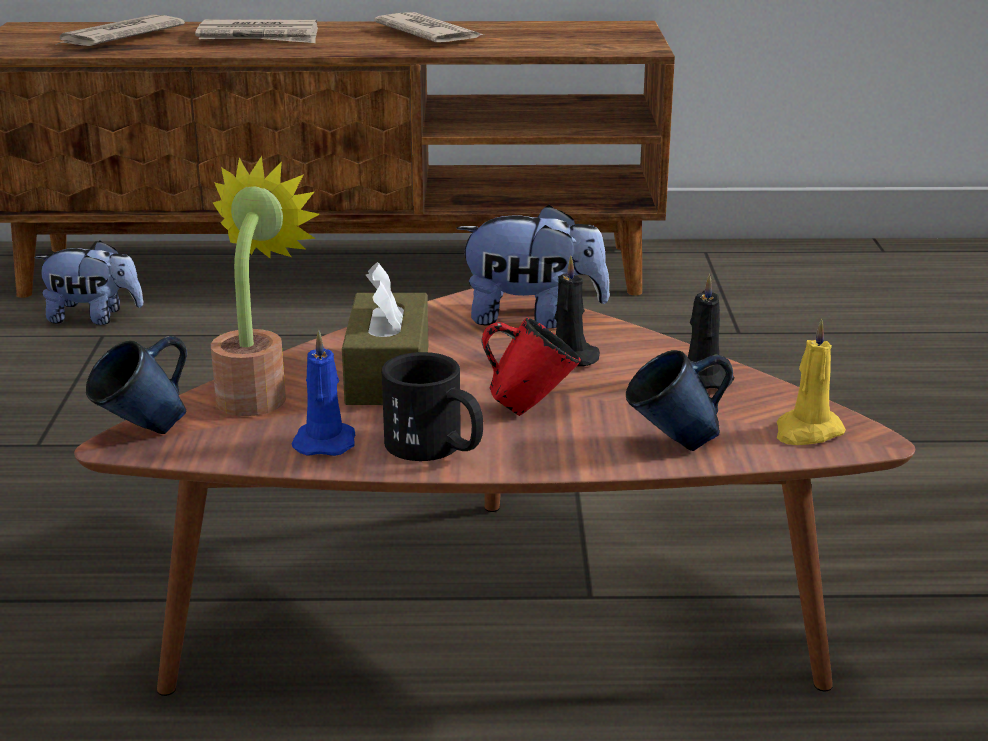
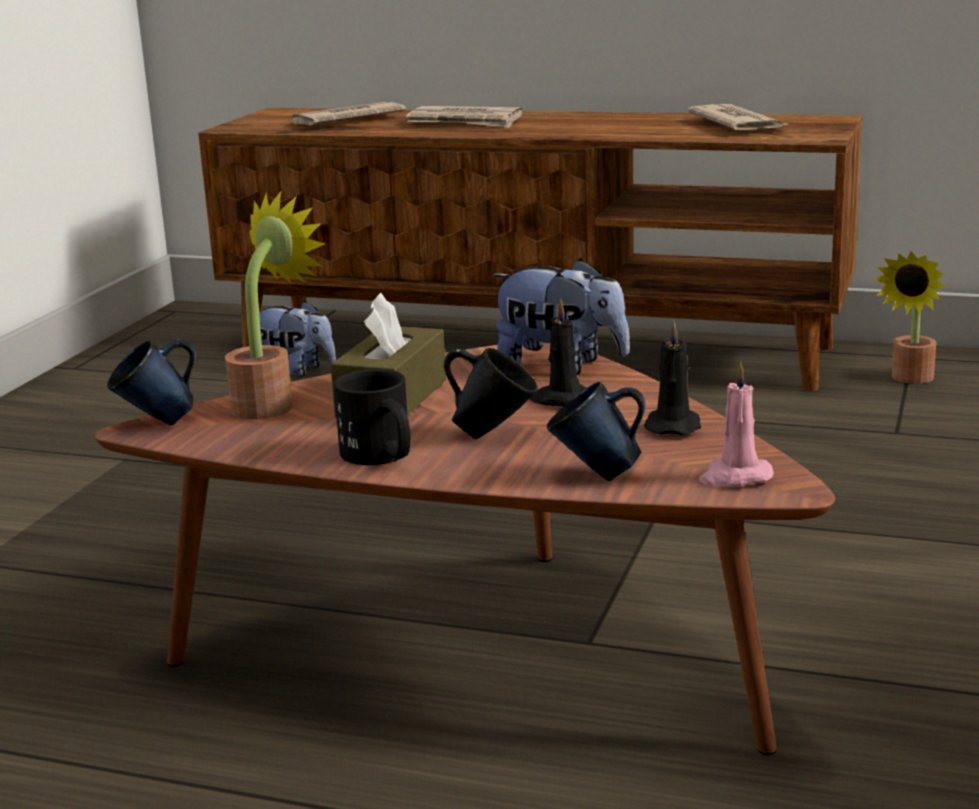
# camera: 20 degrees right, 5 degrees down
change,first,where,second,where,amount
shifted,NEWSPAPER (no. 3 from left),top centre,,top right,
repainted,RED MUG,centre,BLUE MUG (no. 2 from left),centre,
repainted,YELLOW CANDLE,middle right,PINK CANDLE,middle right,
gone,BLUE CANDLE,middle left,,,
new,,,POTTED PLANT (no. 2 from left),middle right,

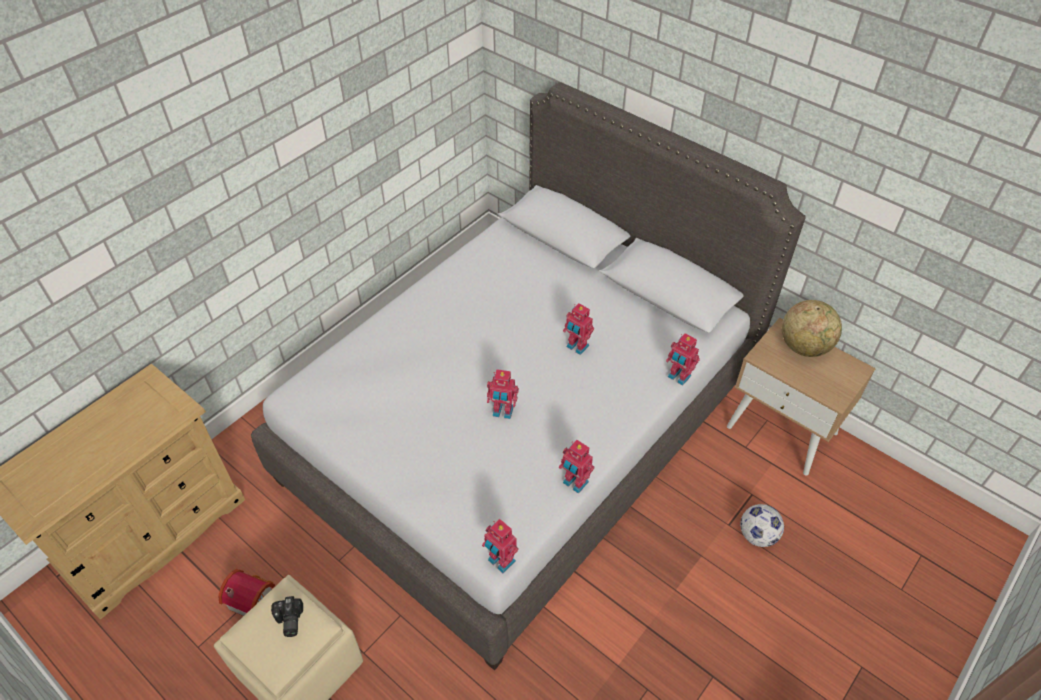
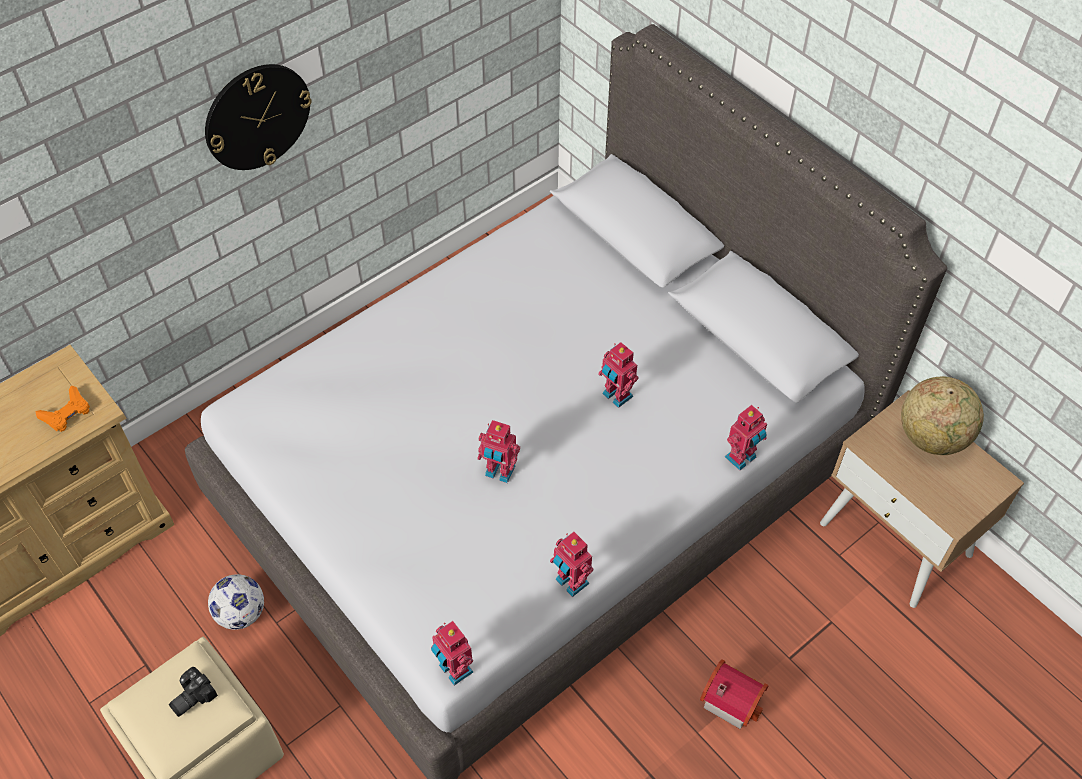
# camera: 10 degrees right, 5 degrees up
change,first,where,second,where,amount
rotated,TOY ROBOT (no. 5 from left),centre,,middle right,90 degrees counterclockwise
shifted,FOOTBALL,bottom right,,bottom left,
shifted,TOY HOUSE,bottom left,,bottom right,
rotated,PHOTO CAMERA,bottom left,,bottom left,45 degrees clockwise
new,,,WALL CLOCK,top left,
new,,,ORANGE GAME CONTROLLER,middle left,

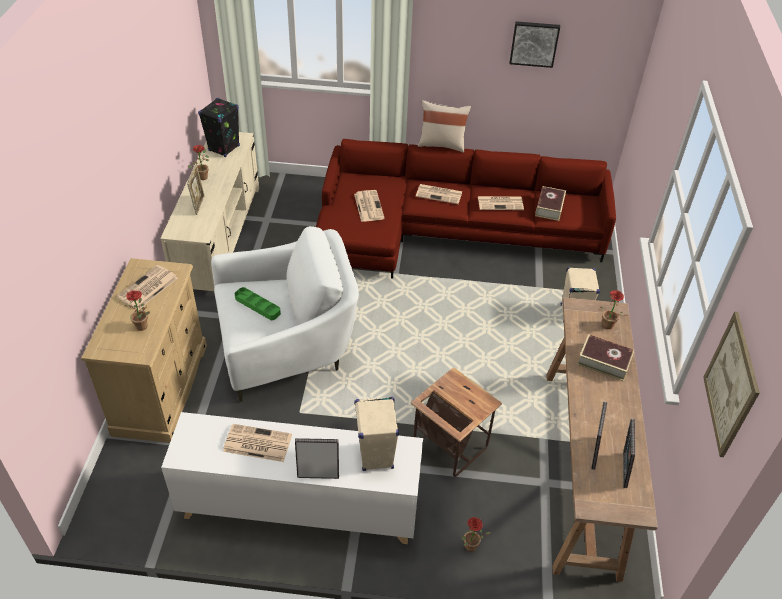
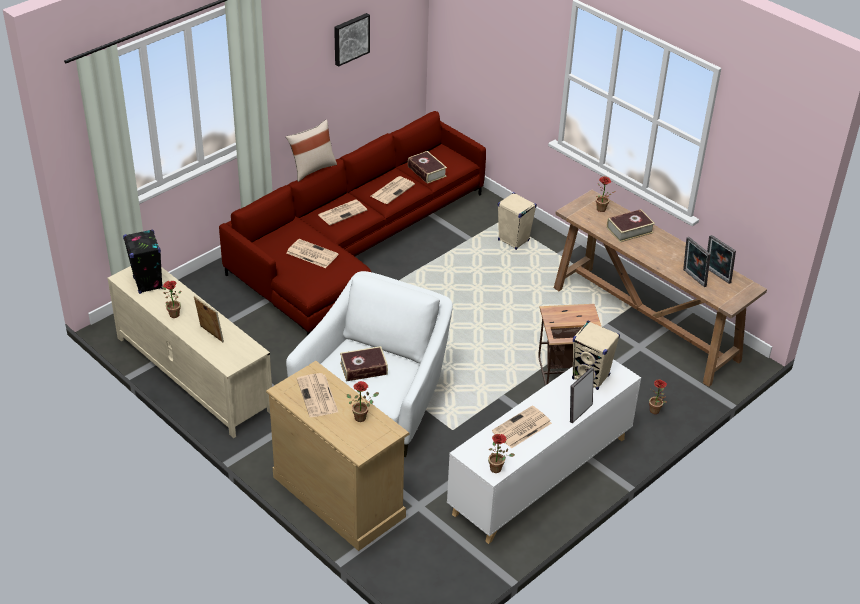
# camera: 50 degrees left, 5 degrees down
change,first,where,second,where,amount
swapped,GREEN TRAY,middle left,BOOK (no. 1 from left),centre,
gone,PICTURE (no. 2 from left),middle right,,,
new,,,POTTED PLANT (no. 3 from left),bottom centre,

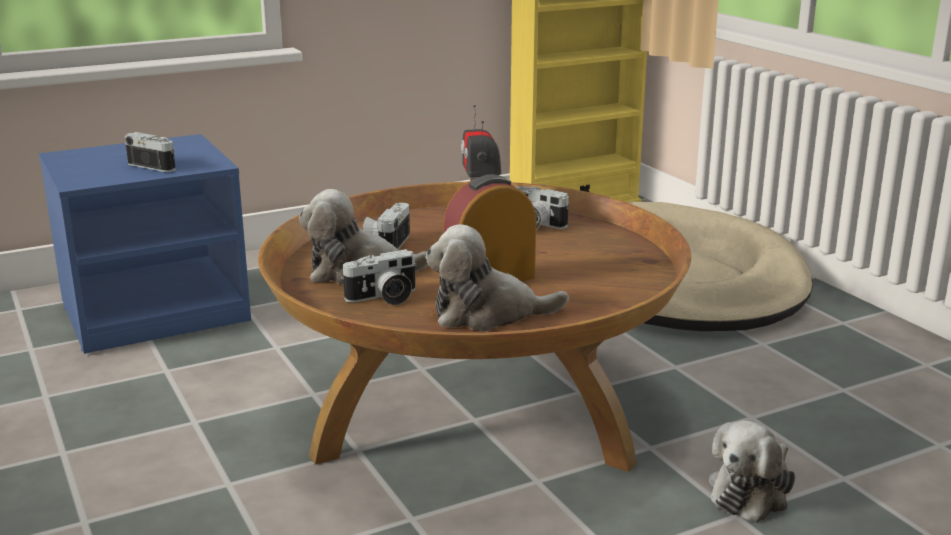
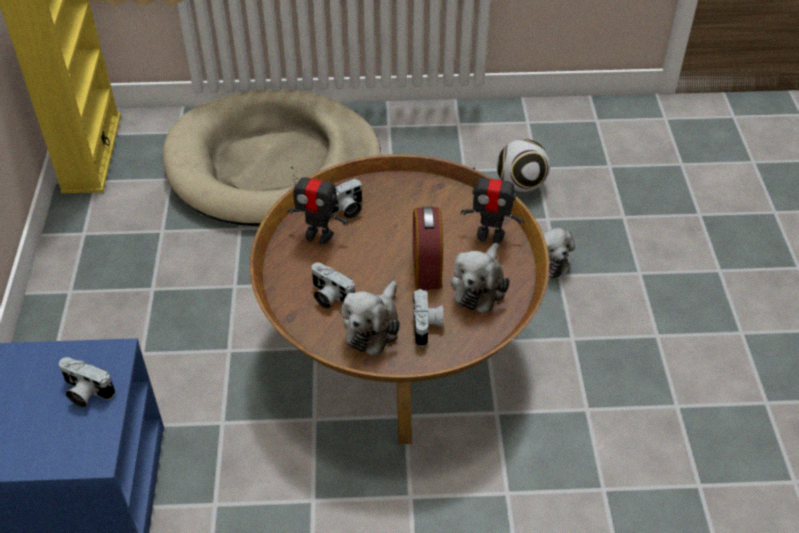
# camera: 65 degrees left, 25 degrees up
change,first,where,second,where,amount
rotated,PHOTO CAMERA (no. 1 from left),top left,,bottom left,120 degrees counterclockwise
new,,,FOOTBALL,top centre,
new,,,TOY ROBOT (no. 2 from left),centre,

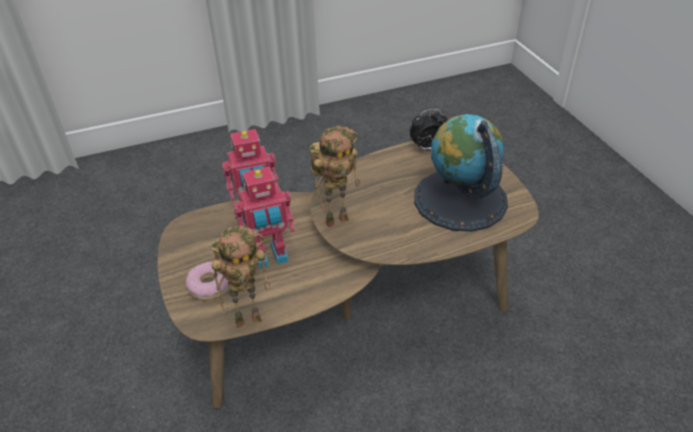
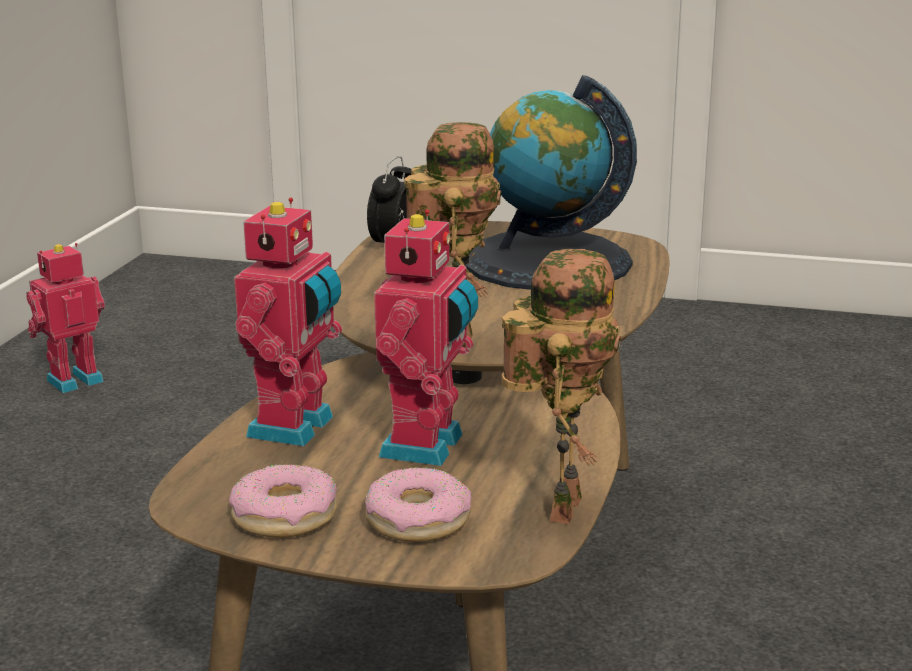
# camera: 55 degrees left, 20 degrees down
change,first,where,second,where,amount
new,,,TOY ROBOT (no. 1 from left),middle left,
new,,,DONUT (no. 1 from left),bottom left,

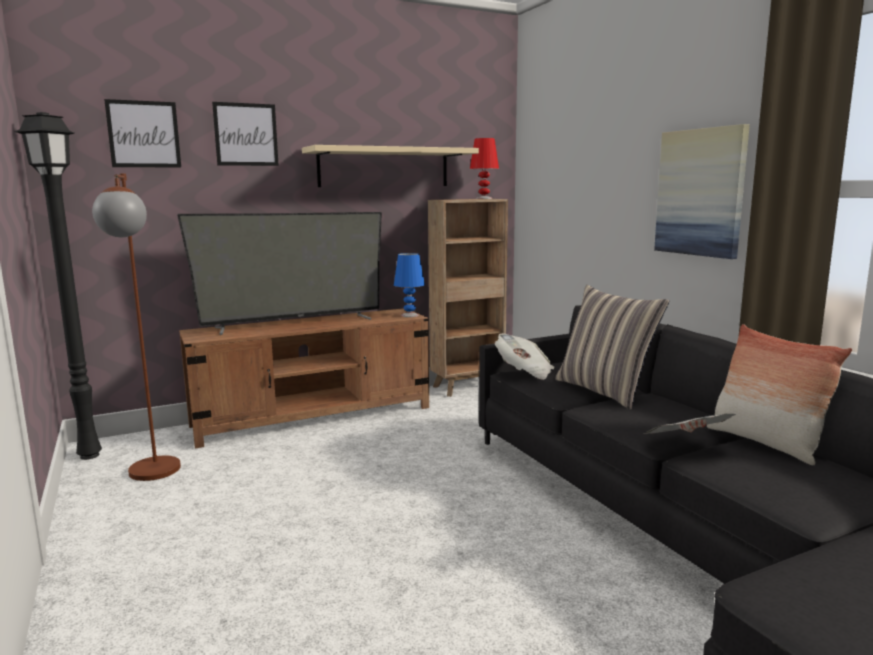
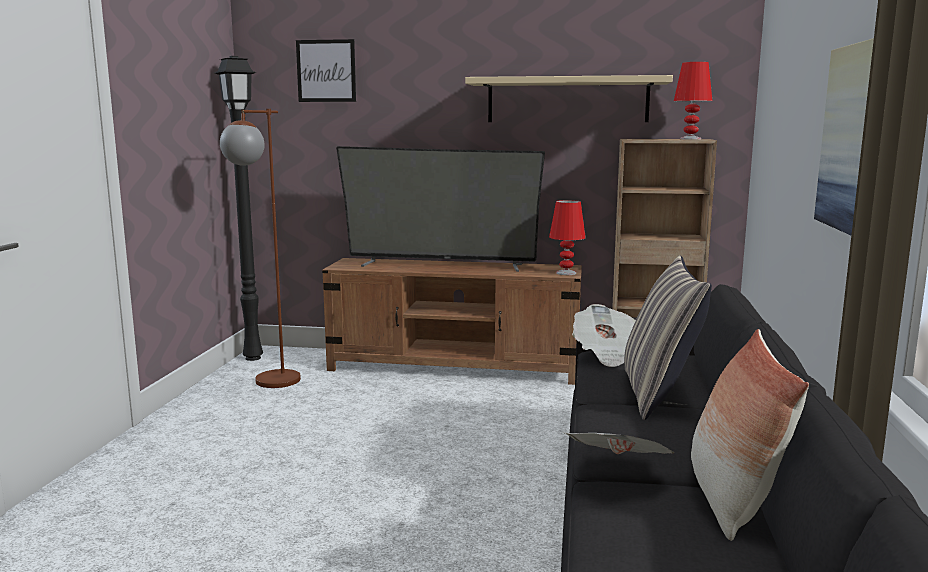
# camera: 35 degrees right, 0 degrees up
change,first,where,second,where,amount
gone,PICTURE (no. 2 from left),top left,,,
repainted,BLUE TABLE LAMP,centre,RED TABLE LAMP (no. 1 from left),centre,

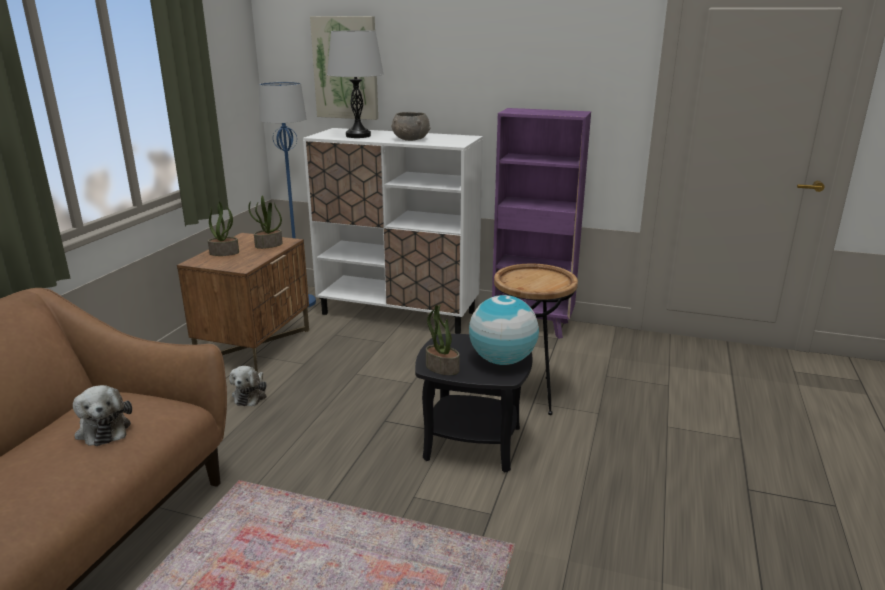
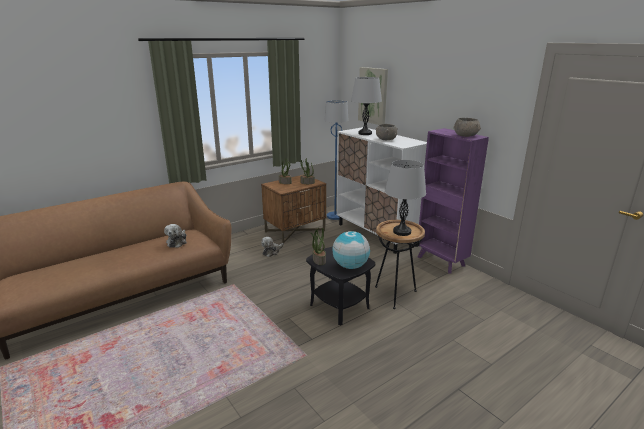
# camera: 35 degrees right, 0 degrees up
change,first,where,second,where,amount
new,,,GREY BOWL (no. 2 from left),top right,
new,,,GREY TABLE LAMP (no. 2 from left),centre,

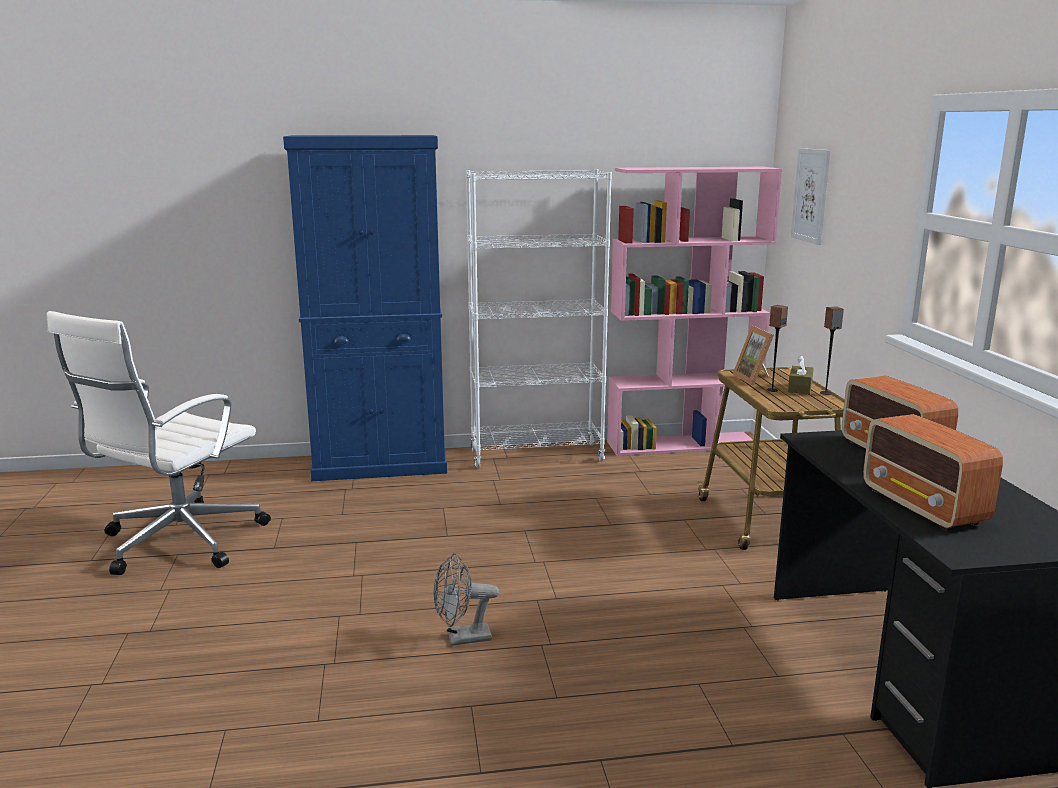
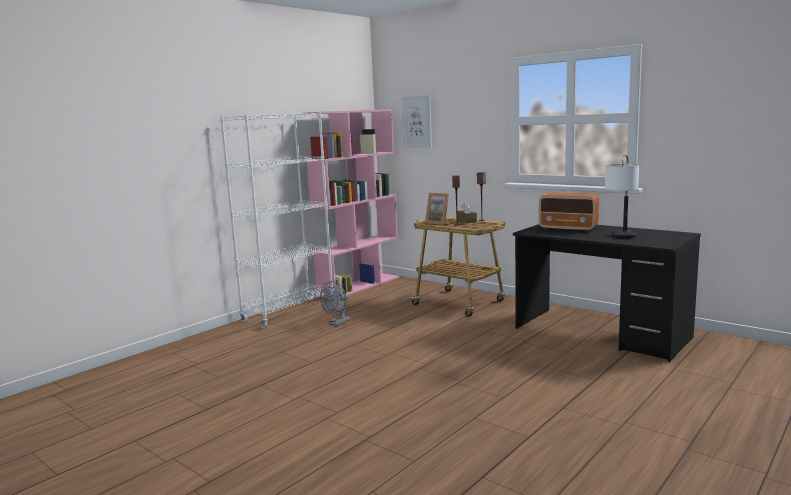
# camera: 40 degrees left, 5 degrees down
change,first,where,second,where,amount
gone,BLUE CABINET,centre,,,
gone,WHITE OFFICE CHAIR,middle left,,,
swapped,RADIO (no. 2 from left),middle right,TABLE LAMP,middle right,
shifted,GREY FAN,bottom centre,,centre,

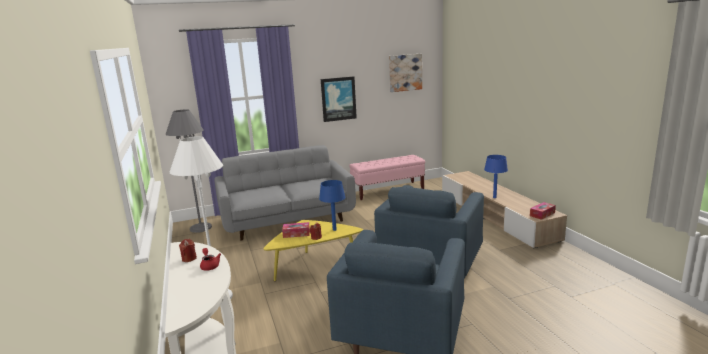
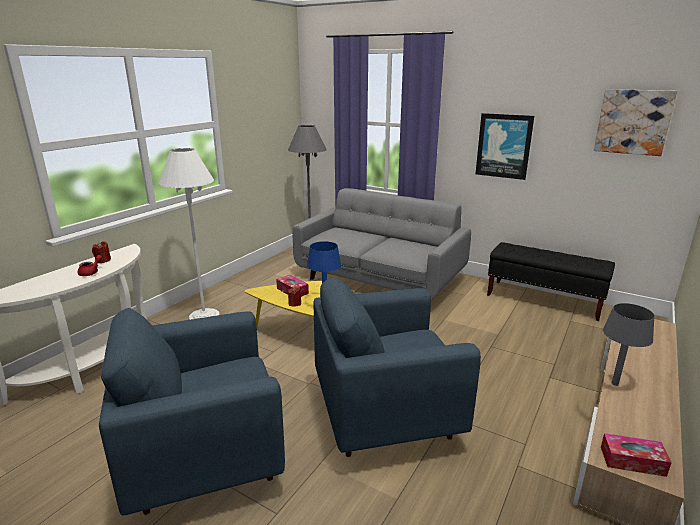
# camera: 50 degrees right, 5 degrees up
change,first,where,second,where,amount
repainted,PINK BENCH,centre,BLACK BENCH,middle right,
repainted,BLUE TABLE LAMP (no. 2 from left),middle right,GREY TABLE LAMP,middle right,

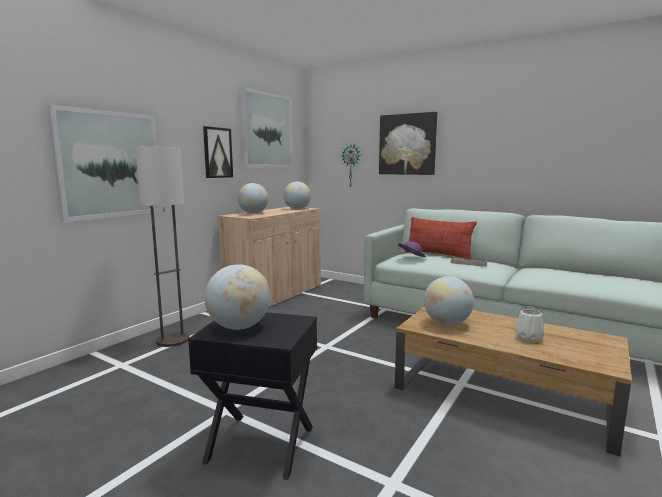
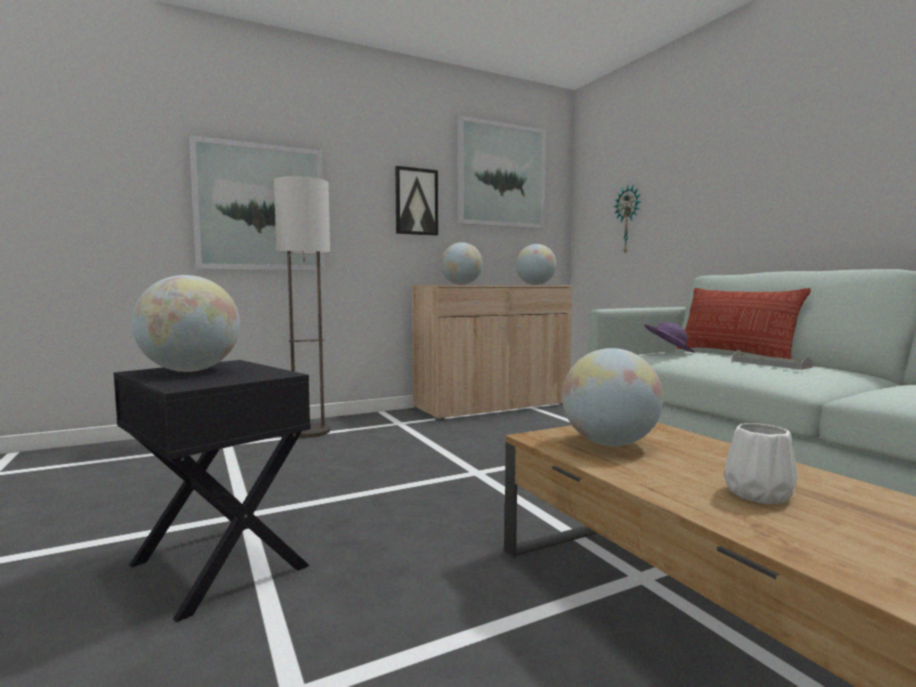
# camera: 30 degrees right, 5 degrees down
change,first,where,second,where,amount
gone,PICTURE (no. 4 from left),top centre,,,

